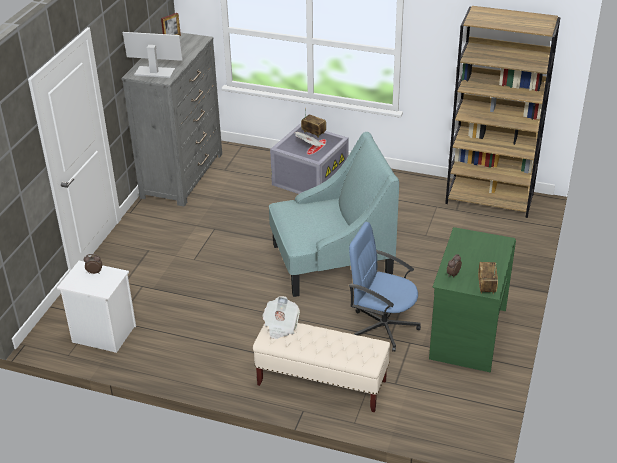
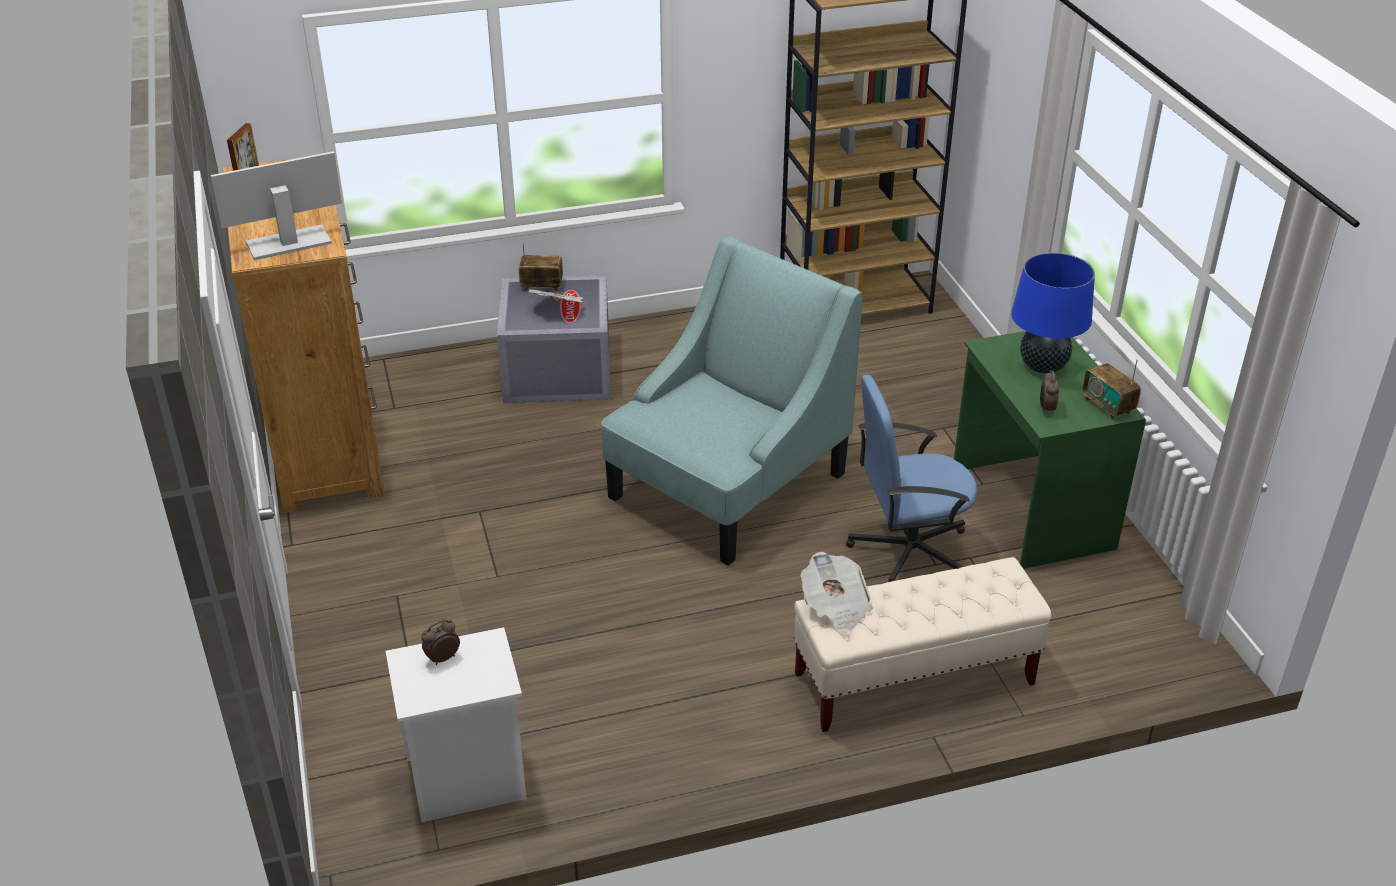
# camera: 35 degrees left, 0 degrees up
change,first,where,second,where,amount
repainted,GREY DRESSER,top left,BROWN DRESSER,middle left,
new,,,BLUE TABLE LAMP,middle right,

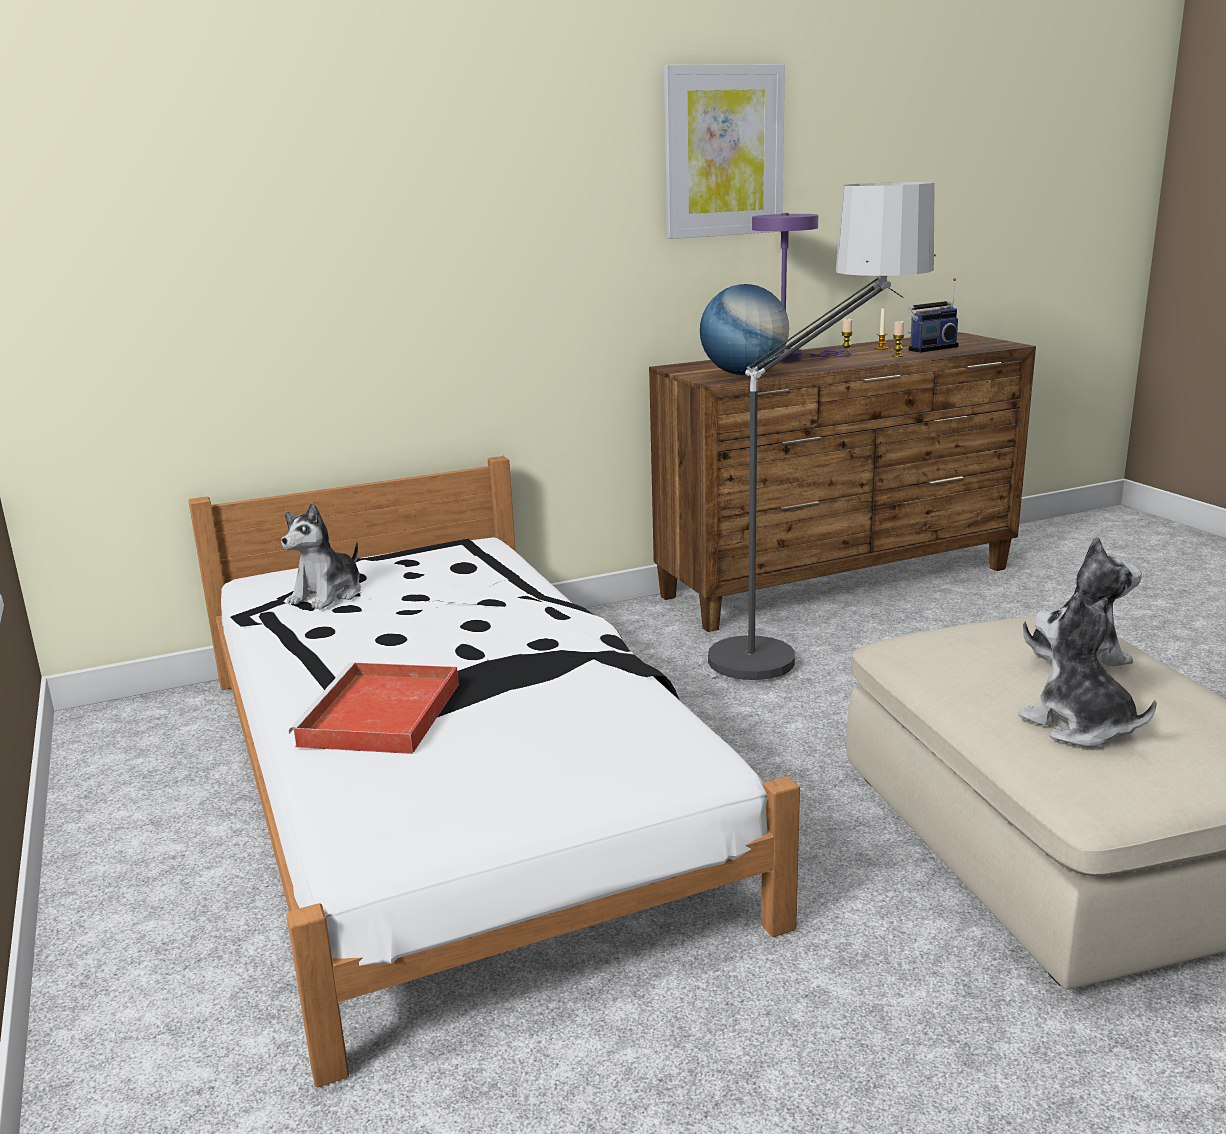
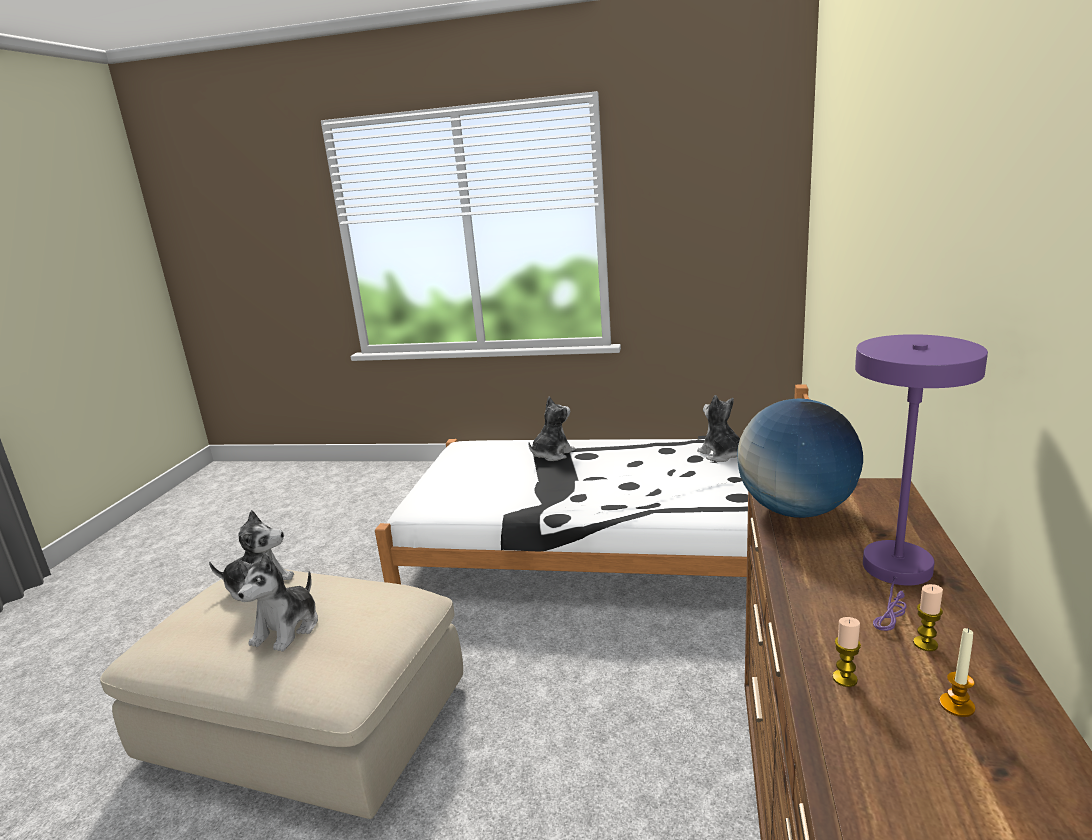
# camera: 125 degrees right, 0 degrees up
change,first,where,second,where,amount
gone,PICTURE,top centre,,,
gone,FLOOR LAMP,middle right,,,
gone,RADIO,top right,,,
swapped,RED TRAY,middle left,PLUSH TOY (no. 3 from left),centre,

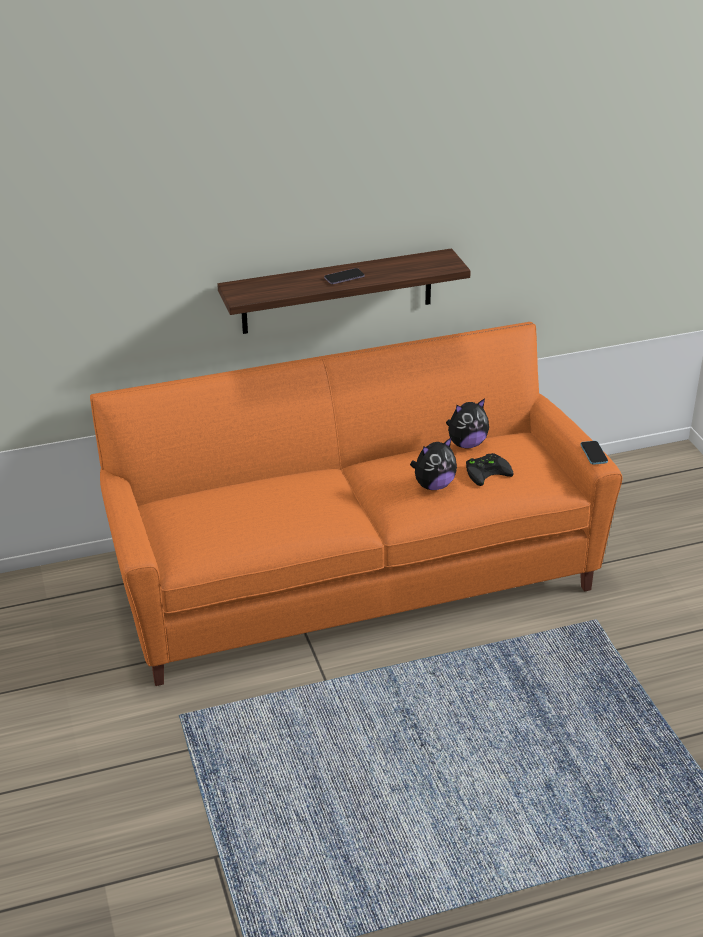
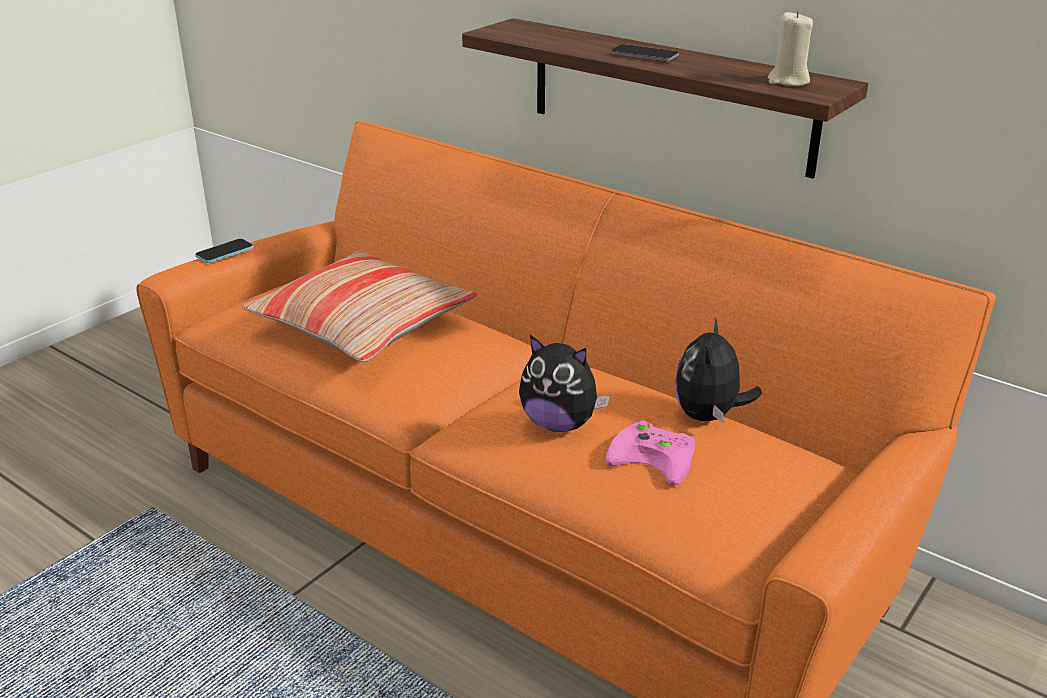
# camera: 55 degrees right, 5 degrees down
change,first,where,second,where,amount
rotated,PLUSH TOY (no. 2 from left),centre,,middle right,75 degrees clockwise
shifted,PHONE (no. 2 from left in the first image),middle right,PHONE (no. 1 from left),middle left,
repainted,BLACK GAME CONTROLLER,middle right,PINK GAME CONTROLLER,centre,
new,,,BEIGE CANDLE,top right,
new,,,PILLOW,centre,

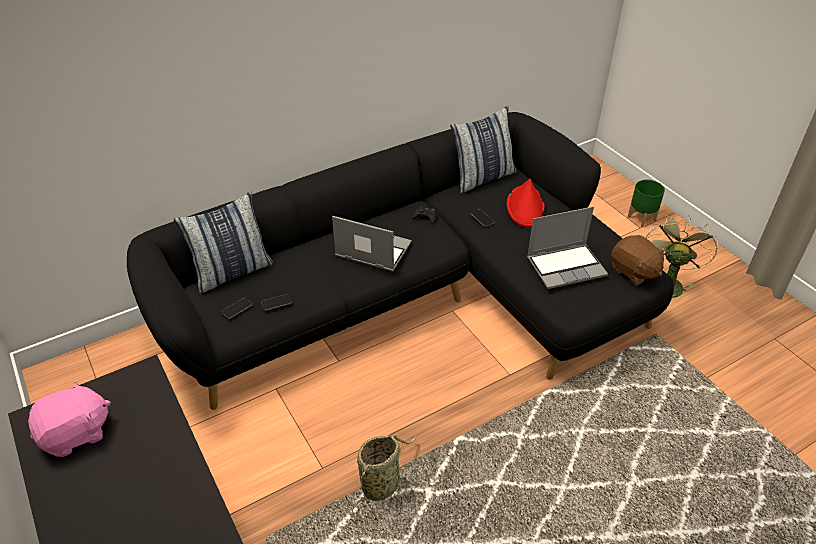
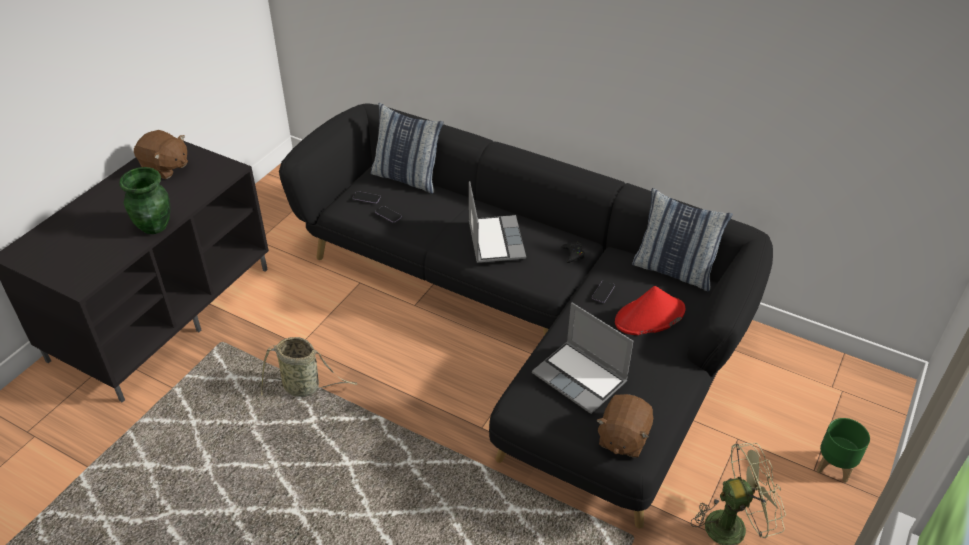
# camera: 60 degrees right, 0 degrees up
change,first,where,second,where,amount
repainted,PINK PLUSH TOY,bottom left,BROWN PLUSH TOY (no. 1 from left),top left,
new,,,GREEN VASE,middle left,

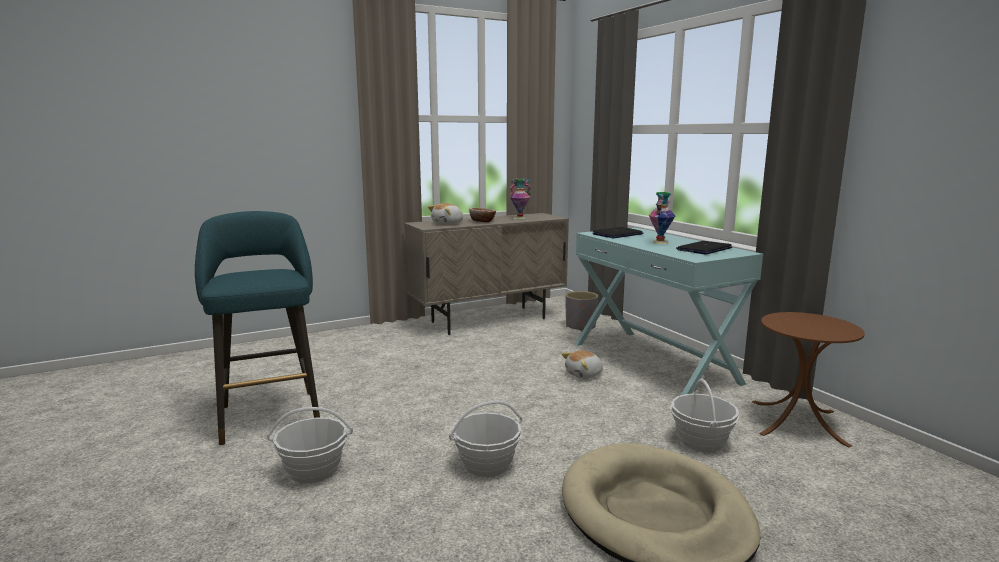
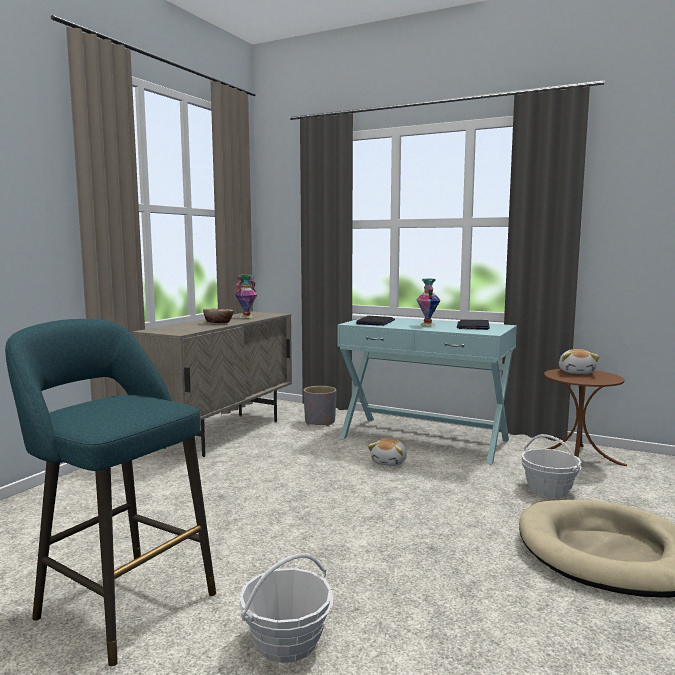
# camera: 35 degrees left, 5 degrees down
change,first,where,second,where,amount
shifted,PLUSH TOY (no. 1 from left in the first image),centre,PLUSH TOY (no. 2 from left),middle right,
gone,BASKET (no. 2 from left),bottom centre,,,

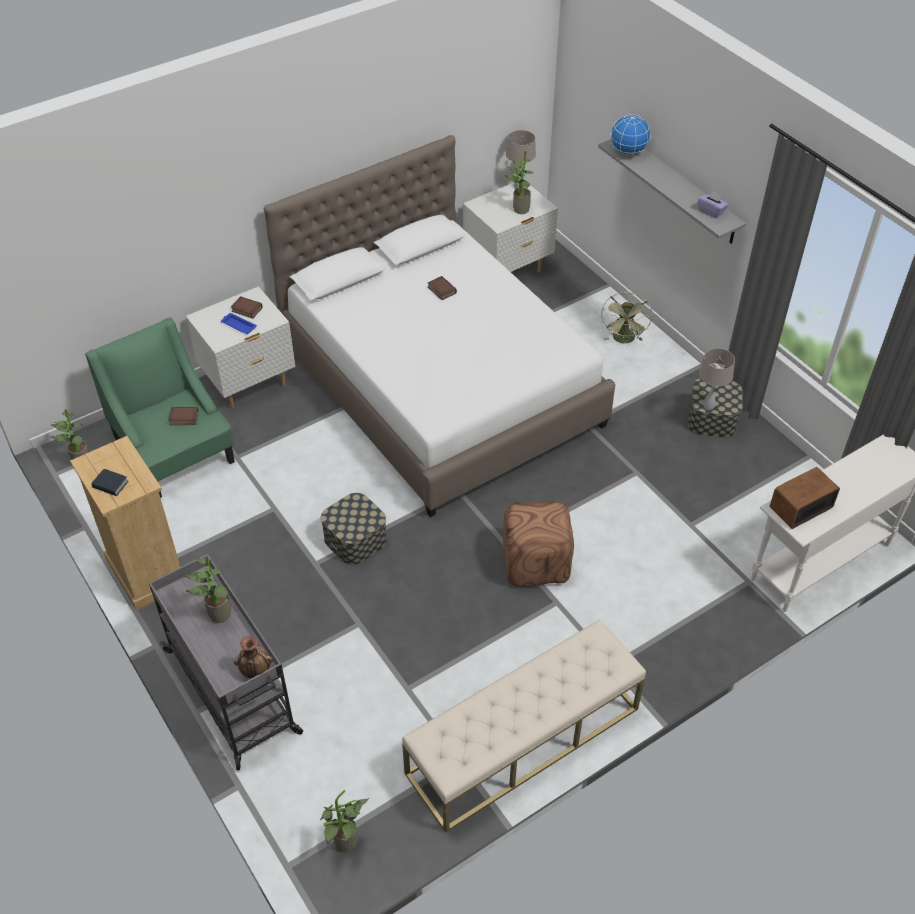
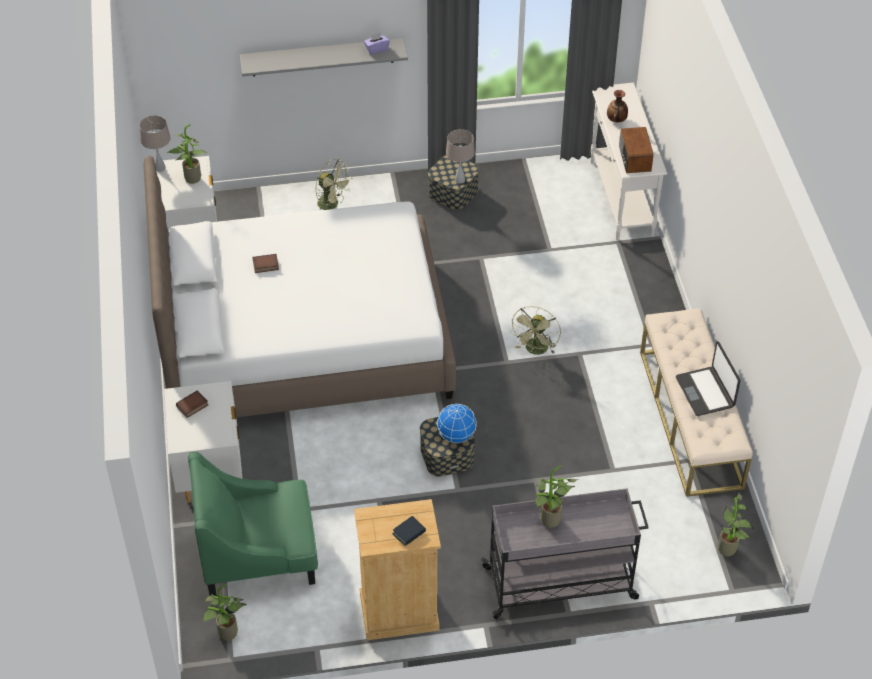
# camera: 65 degrees left, 0 degrees up
change,first,where,second,where,amount
shifted,GLOBE,top right,,centre,
gone,BLUE TRAY,middle left,,,
gone,BOOK (no. 2 from left),middle left,,,
swapped,BROWN OTTOMAN,centre,GREEN FAN (no. 2 from left),centre,
shifted,VASE,bottom left,,top right,
new,,,LAPTOP,middle right,

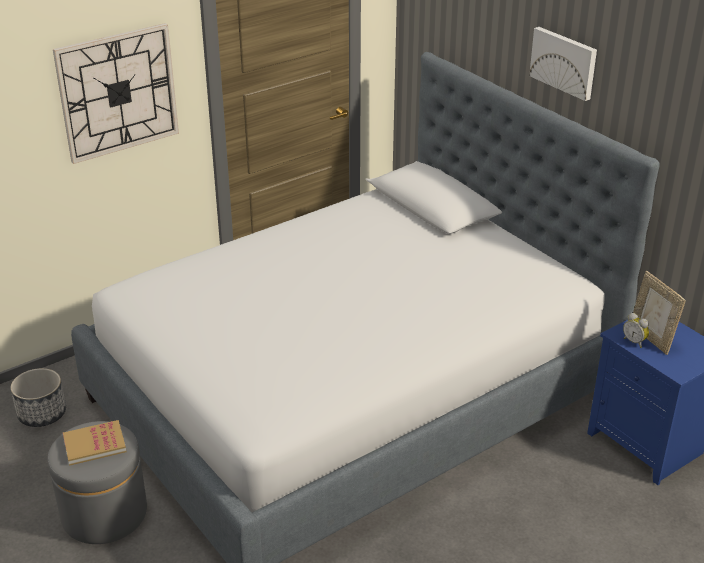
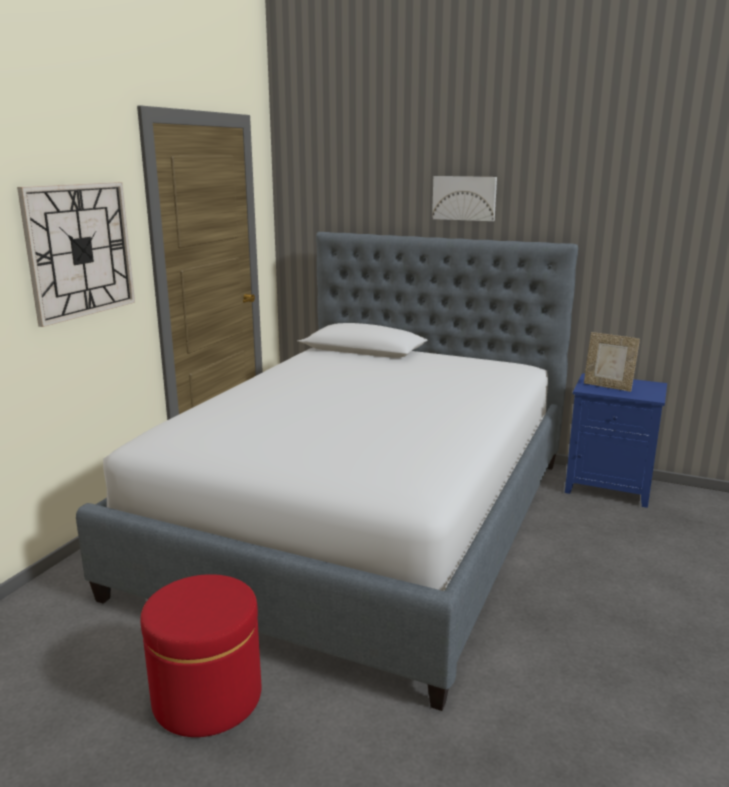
# camera: 30 degrees left, 15 degrees down
change,first,where,second,where,amount
gone,ALARM CLOCK,middle right,,,
gone,PLANTER,bottom left,,,
gone,BOOK,bottom left,,,
repainted,GREY OTTOMAN,bottom left,RED OTTOMAN,bottom left,

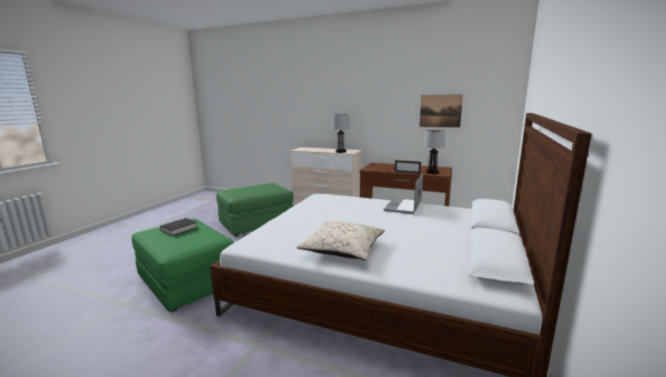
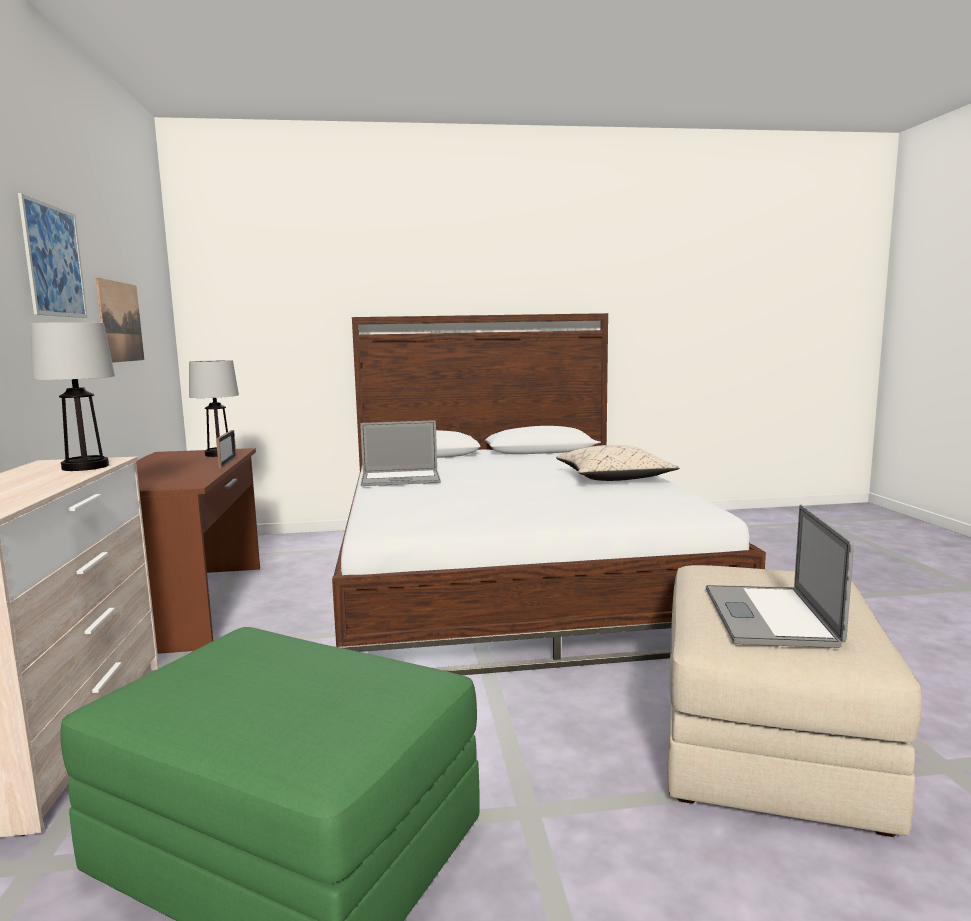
# camera: 120 degrees left, 5 degrees down
change,first,where,second,where,amount
swapped,BLACK BOOK,middle left,LAPTOP (no. 2 from left),middle right,
repainted,GREEN OTTOMAN (no. 1 from left),bottom left,BEIGE OTTOMAN,bottom right,
new,,,PICTURE (no. 1 from left),top left,

